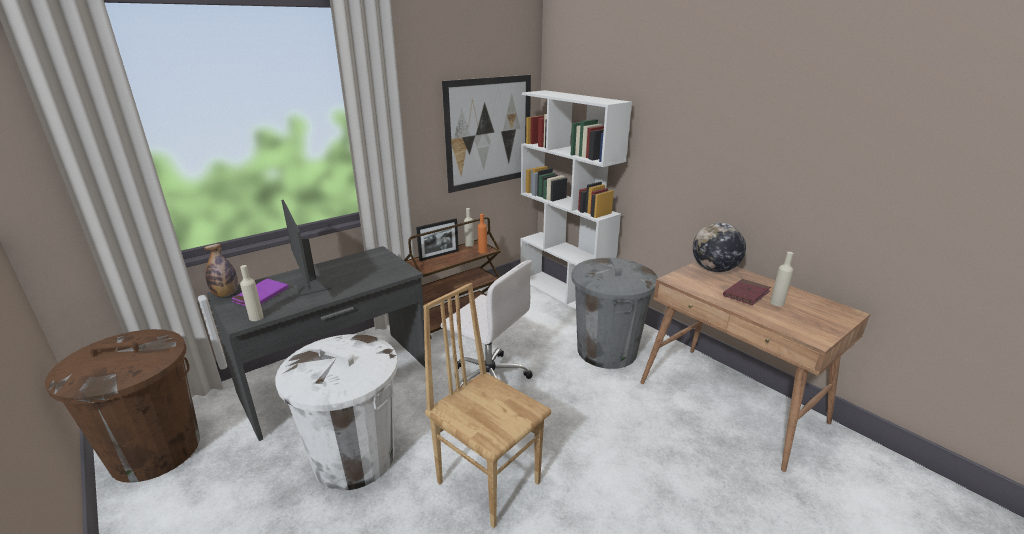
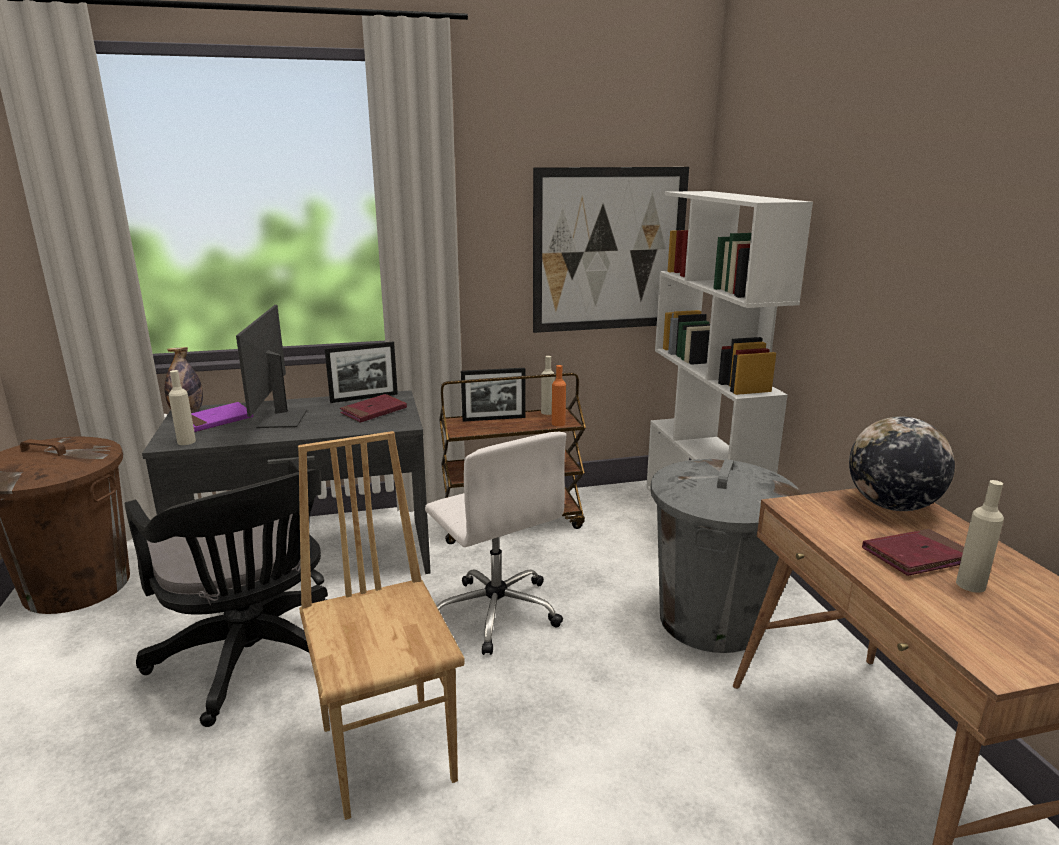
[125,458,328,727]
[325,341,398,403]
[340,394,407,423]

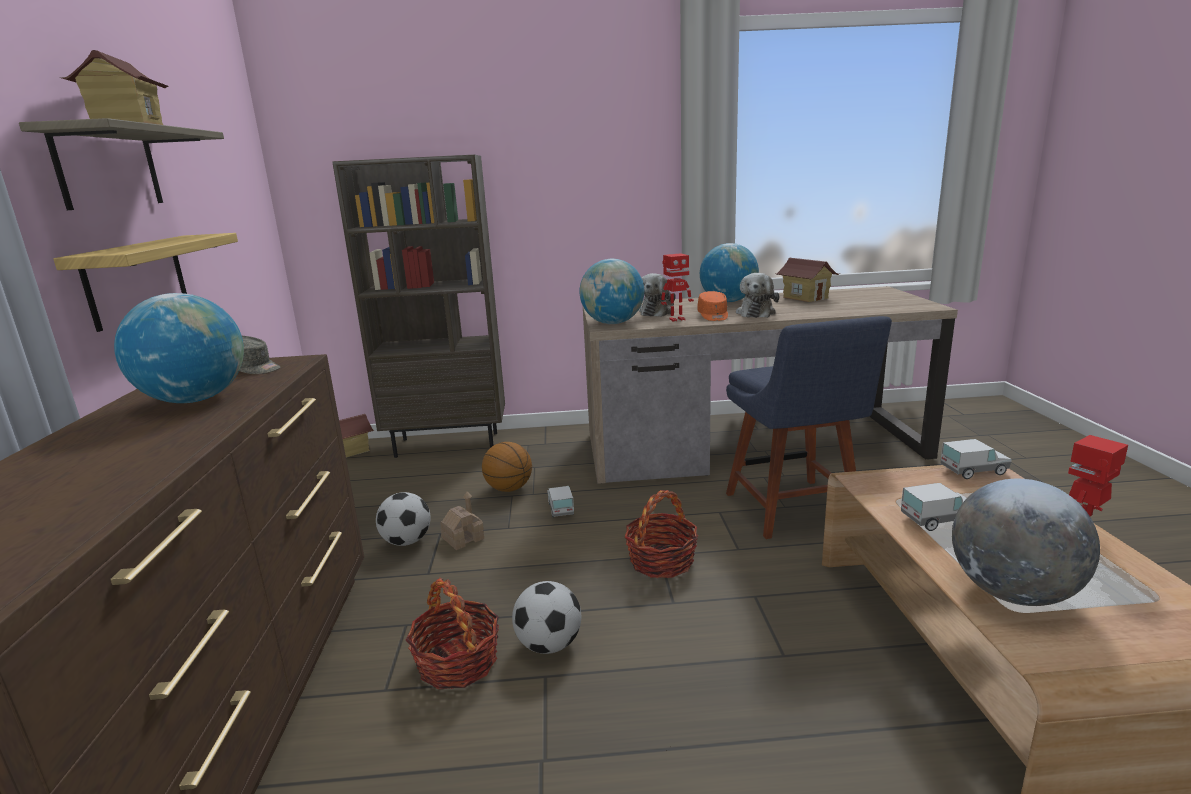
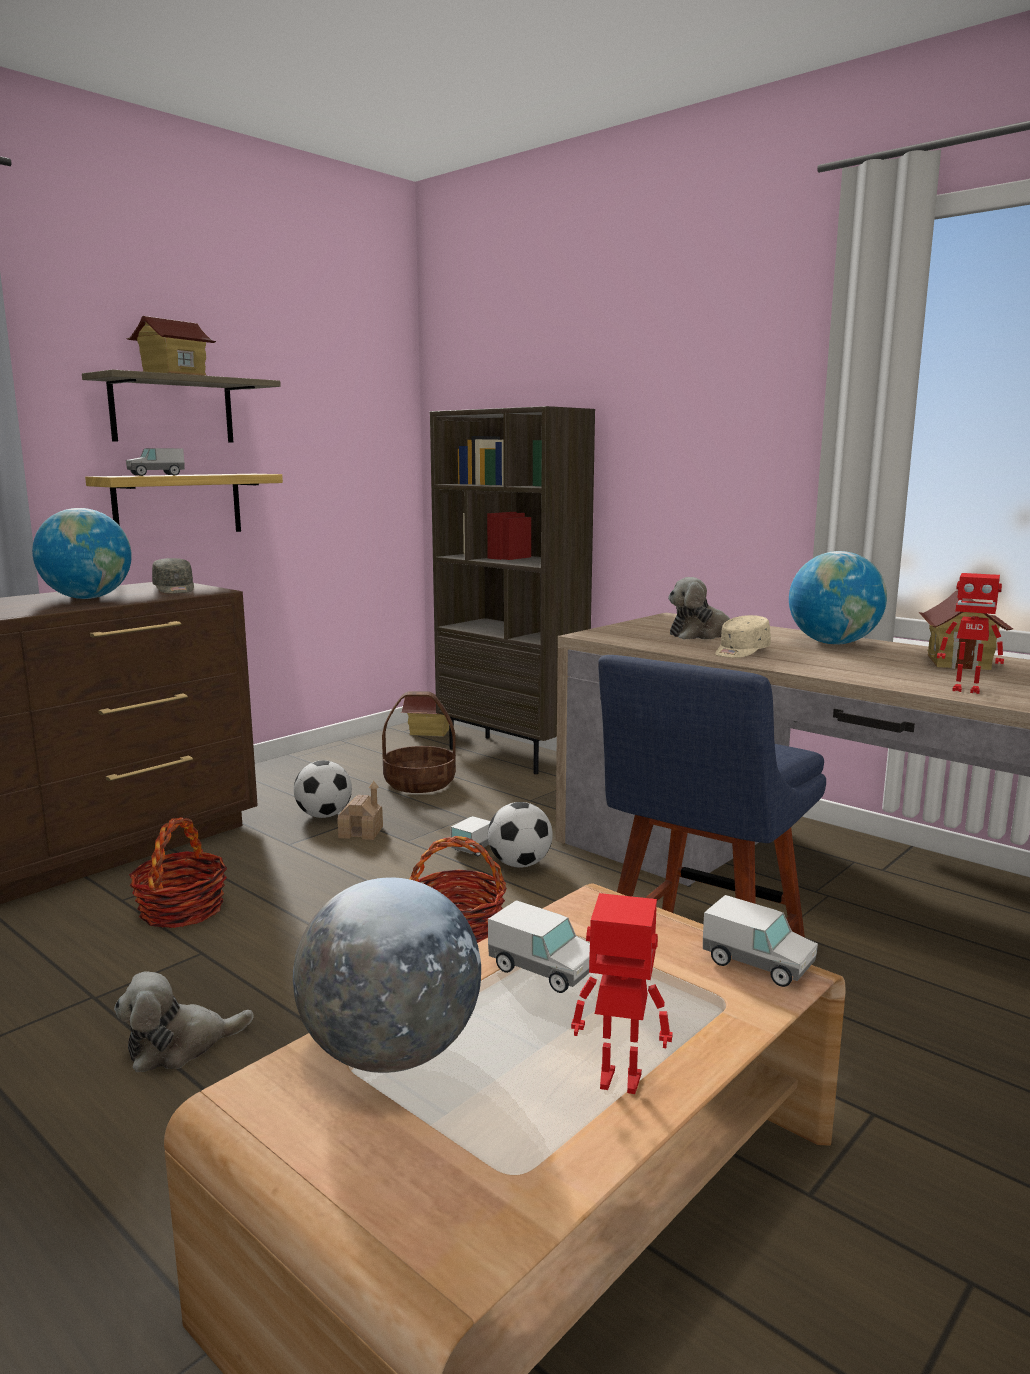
[937,573,1004,694]
[580,259,644,324] (first image)
[114,971,254,1072]
[715,615,771,658]
[482,442,532,492] (first image)
[488,802,553,868]
[126,448,185,476]
[382,691,456,793]

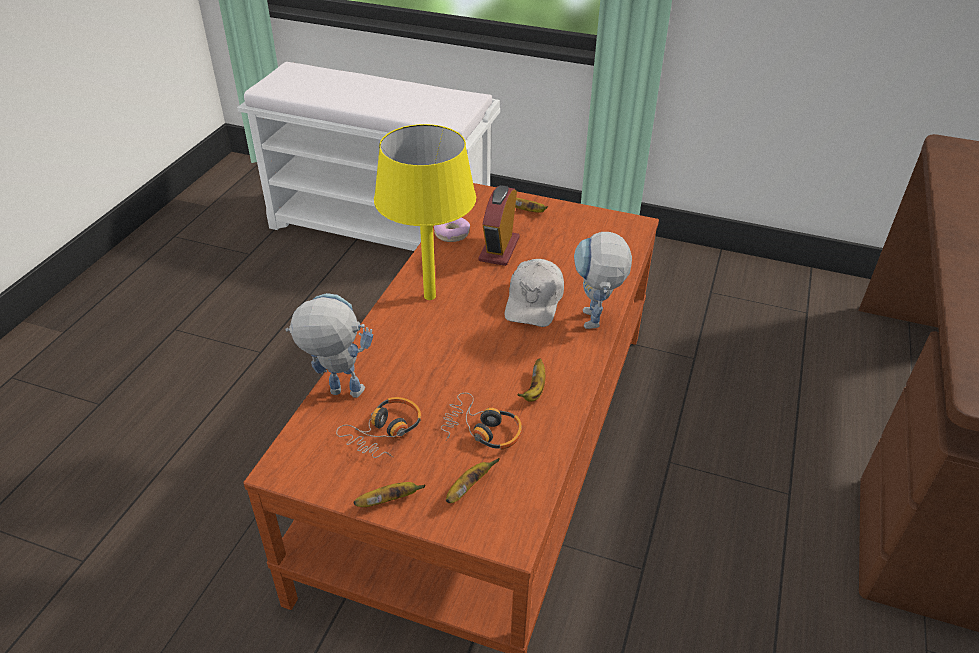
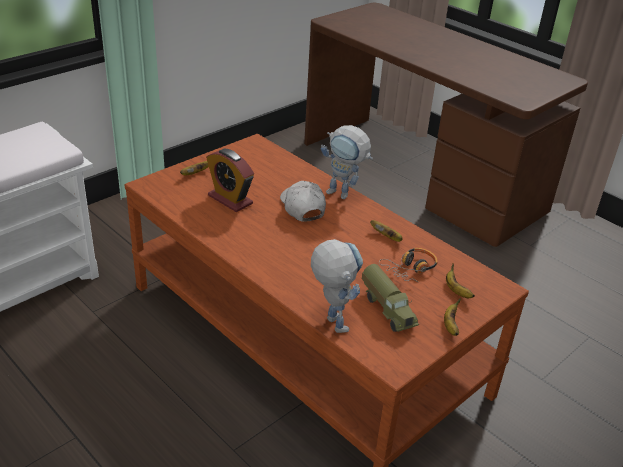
[374,124,476,300] (first image)
[434,218,470,242] (first image)
[280,181,326,222]
[311,239,363,333]
[362,264,419,332]

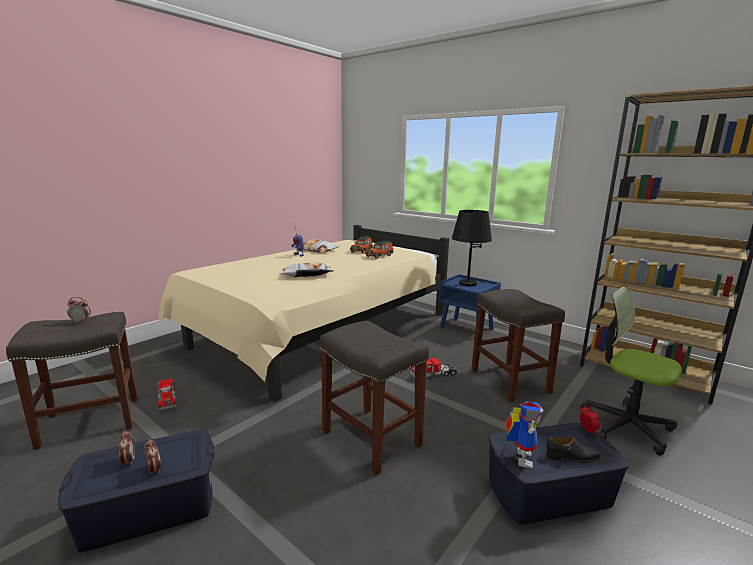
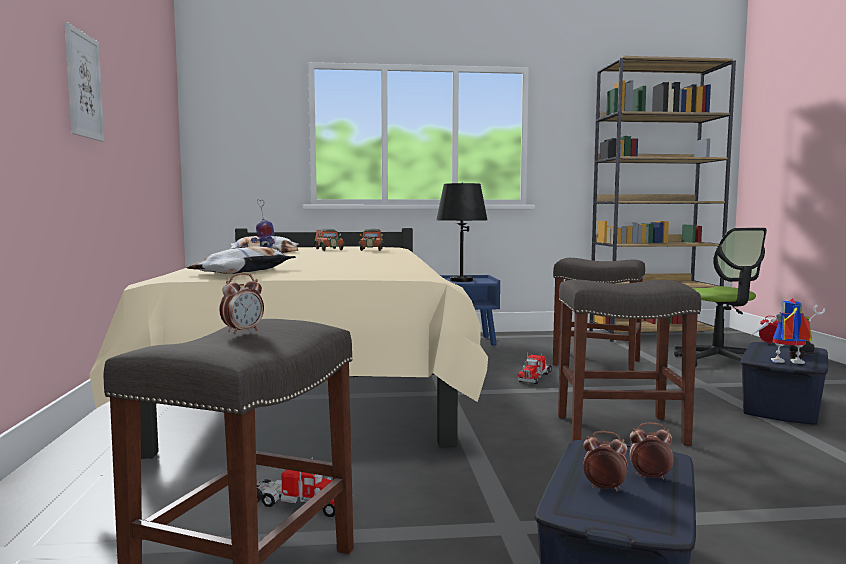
[187,246,296,274]
[674,228,767,368]
[752,298,826,364]
[64,22,104,142]

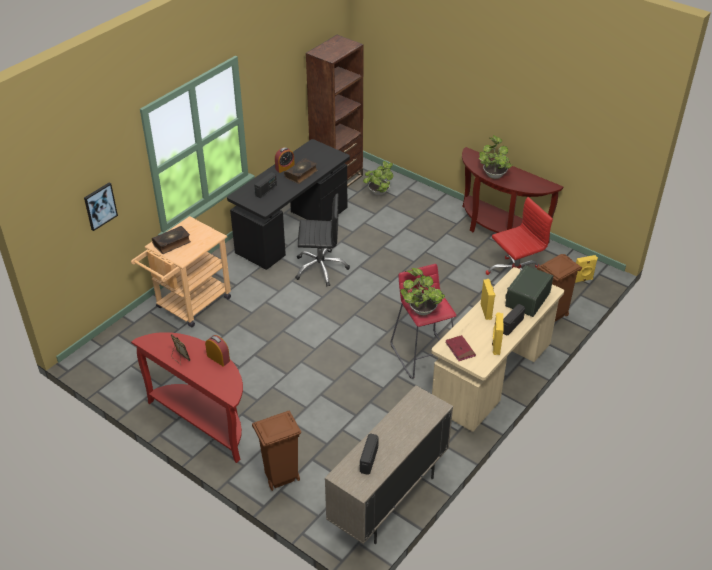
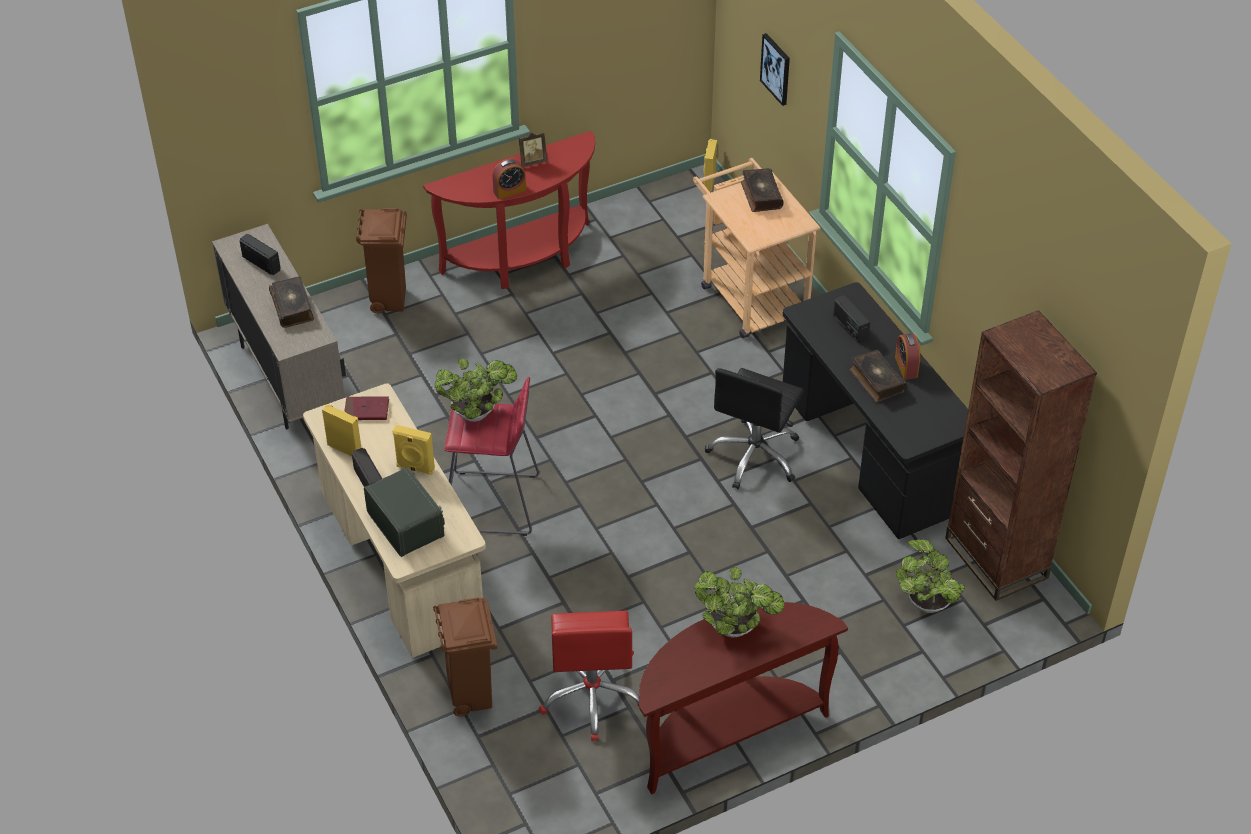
[704,139,717,192]
[269,276,314,328]

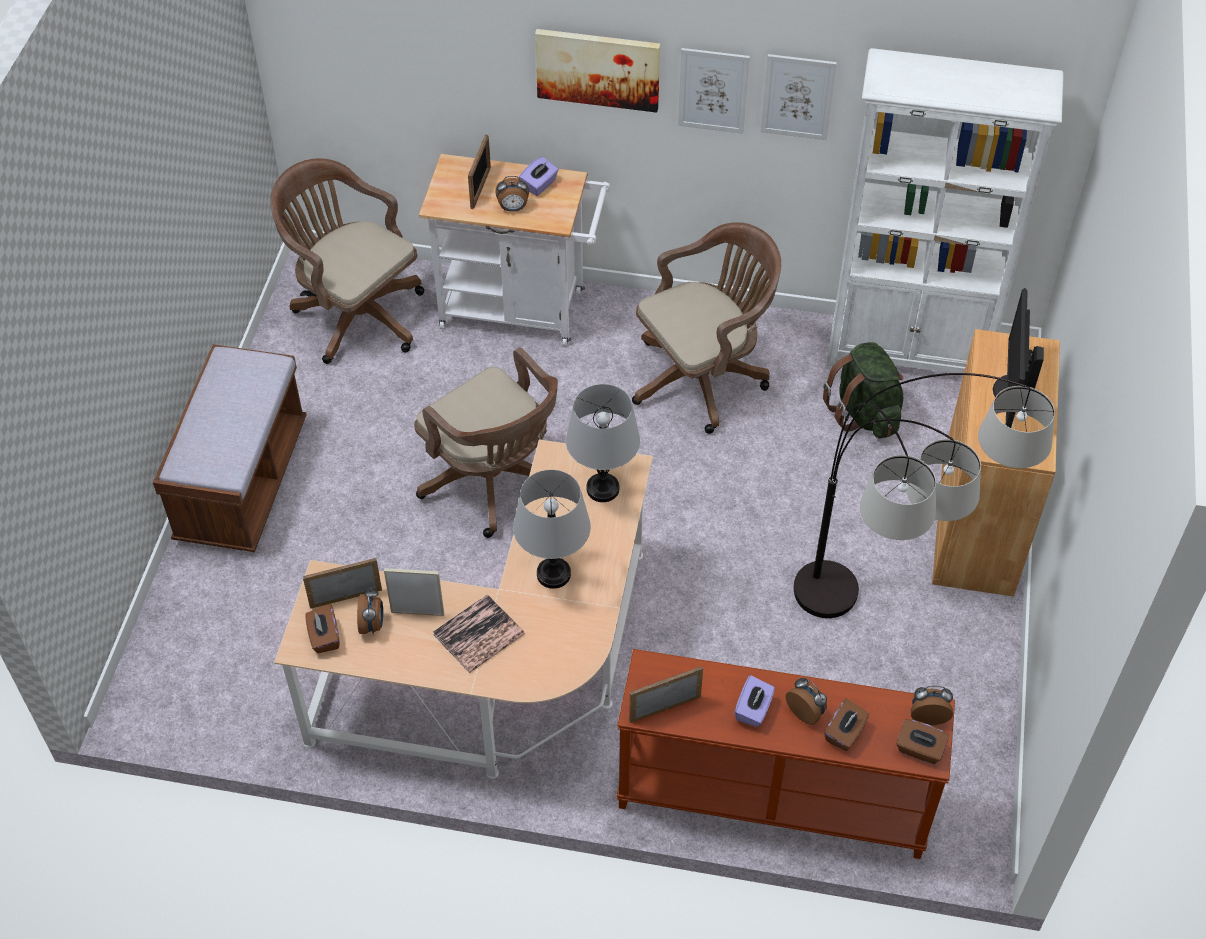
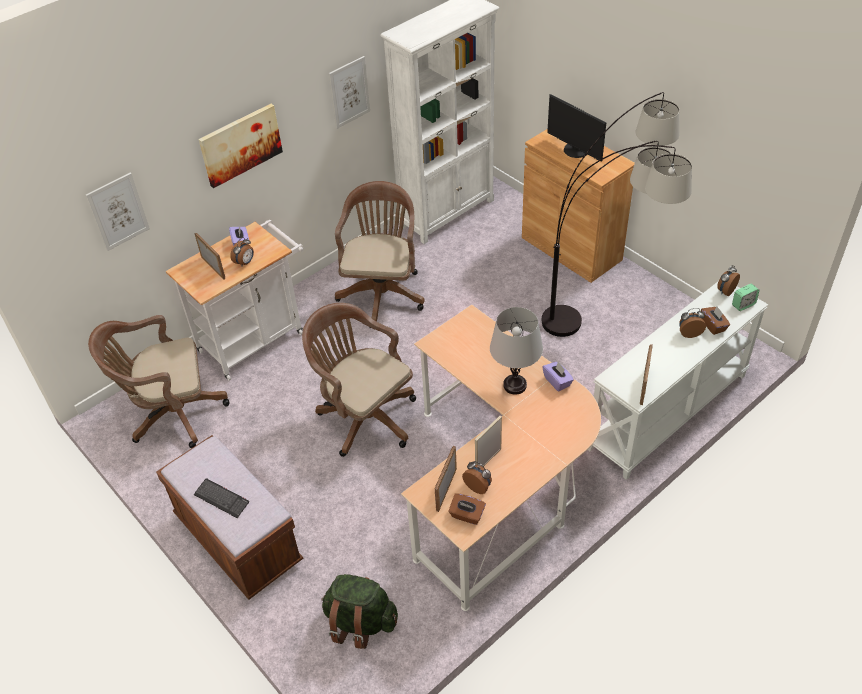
[86,173,150,251]
[321,574,398,649]
[302,303,416,457]
[566,384,640,502] (first image)
[433,594,525,673] (first image)
[588,282,768,480]
[543,362,574,392]
[732,284,759,311]
[194,478,249,518]

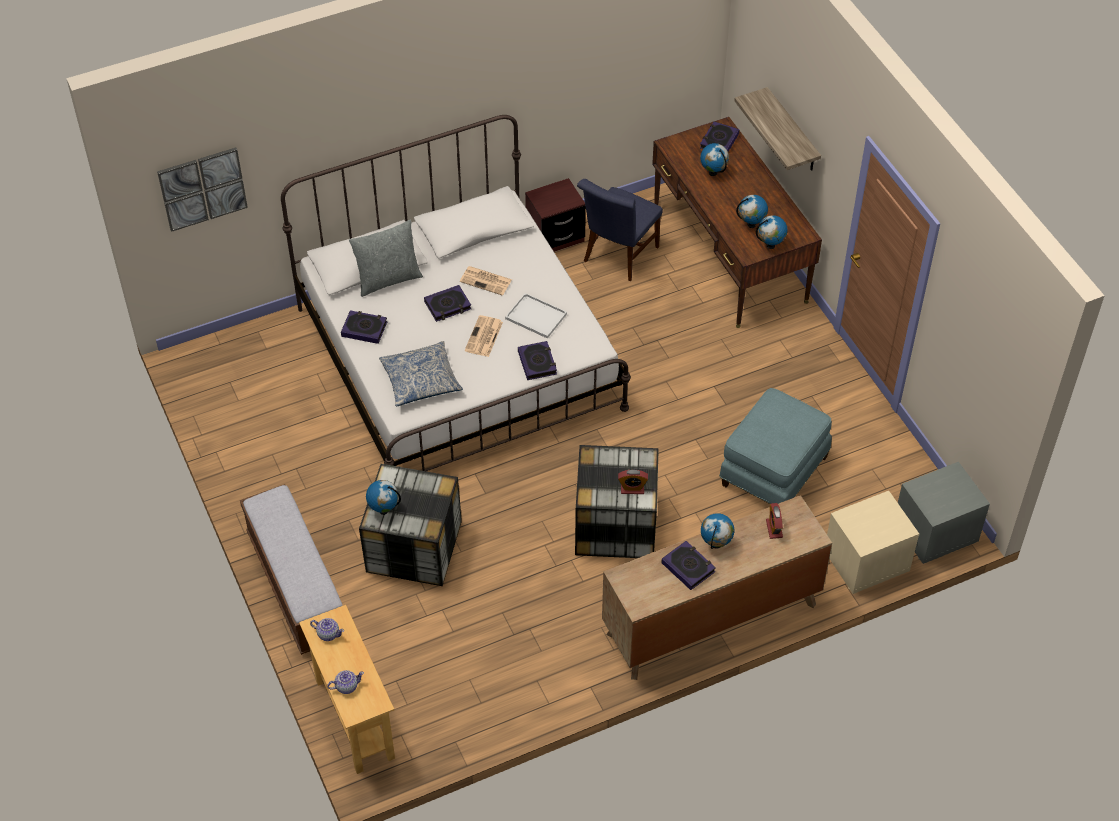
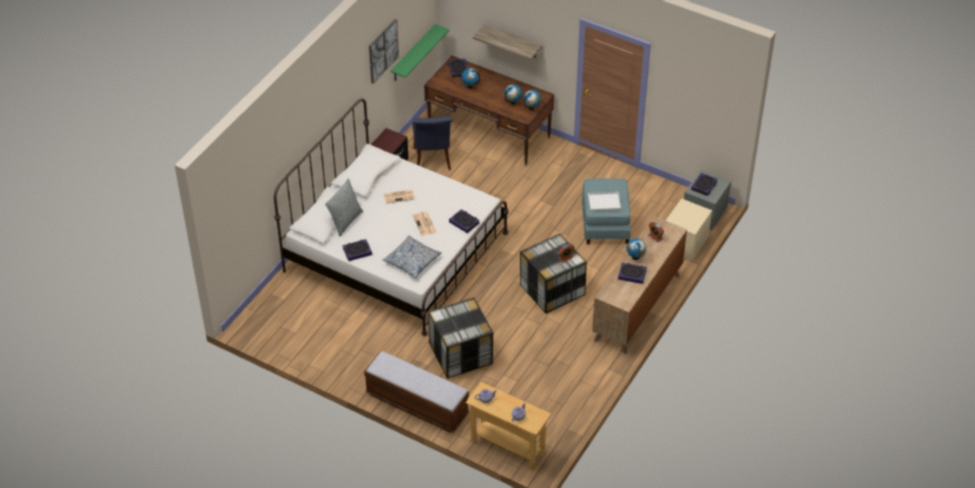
[369,19,399,84]
[691,173,718,196]
[588,192,621,211]
[366,480,401,515] (first image)
[391,24,450,81]

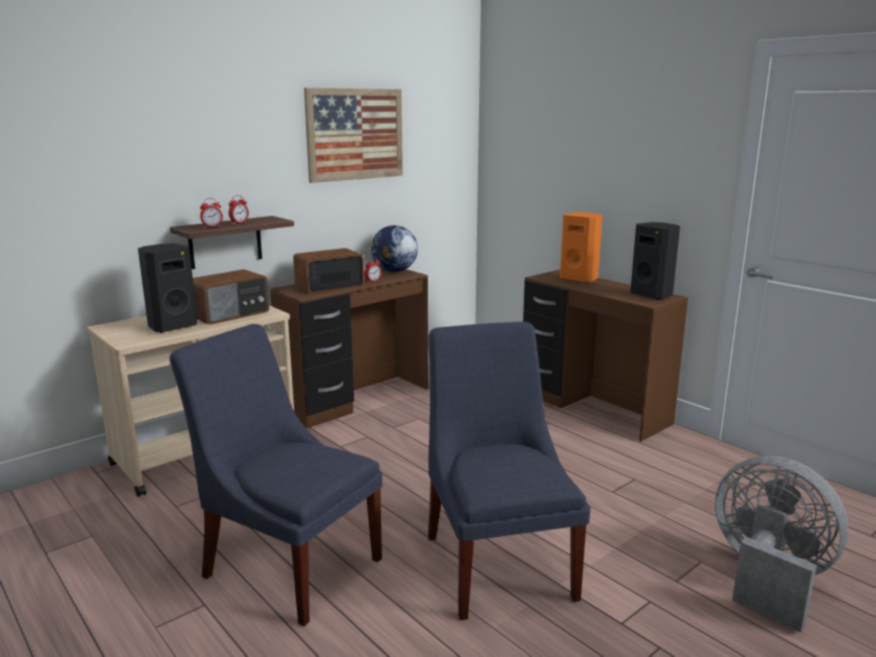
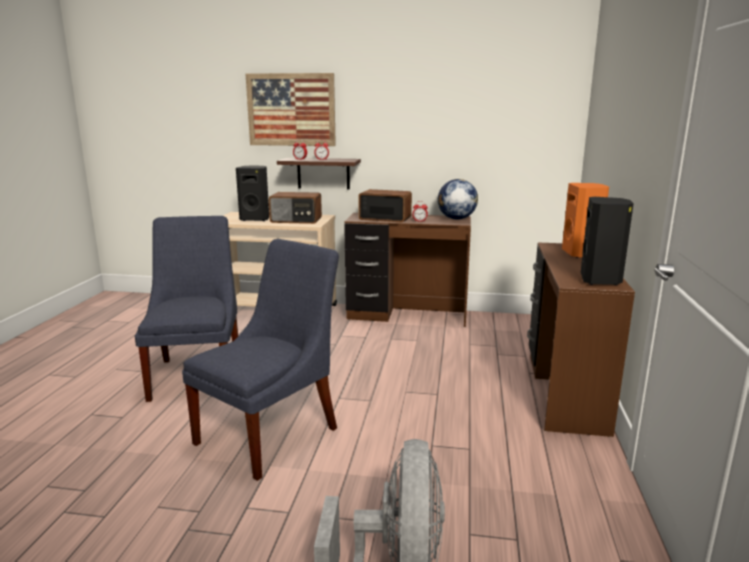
[245,73,336,146]

